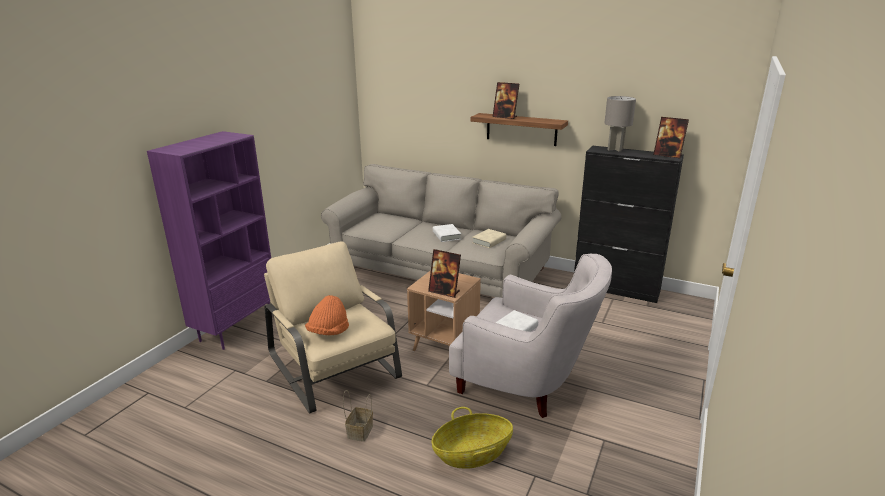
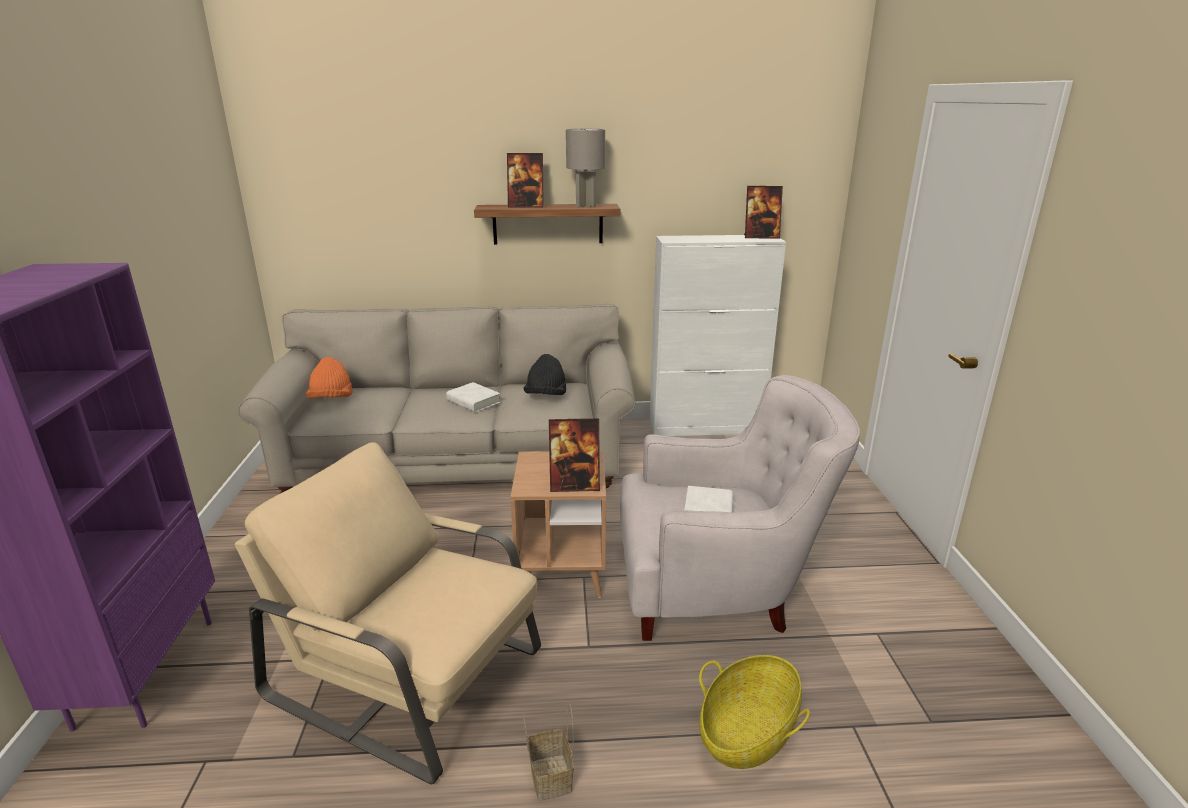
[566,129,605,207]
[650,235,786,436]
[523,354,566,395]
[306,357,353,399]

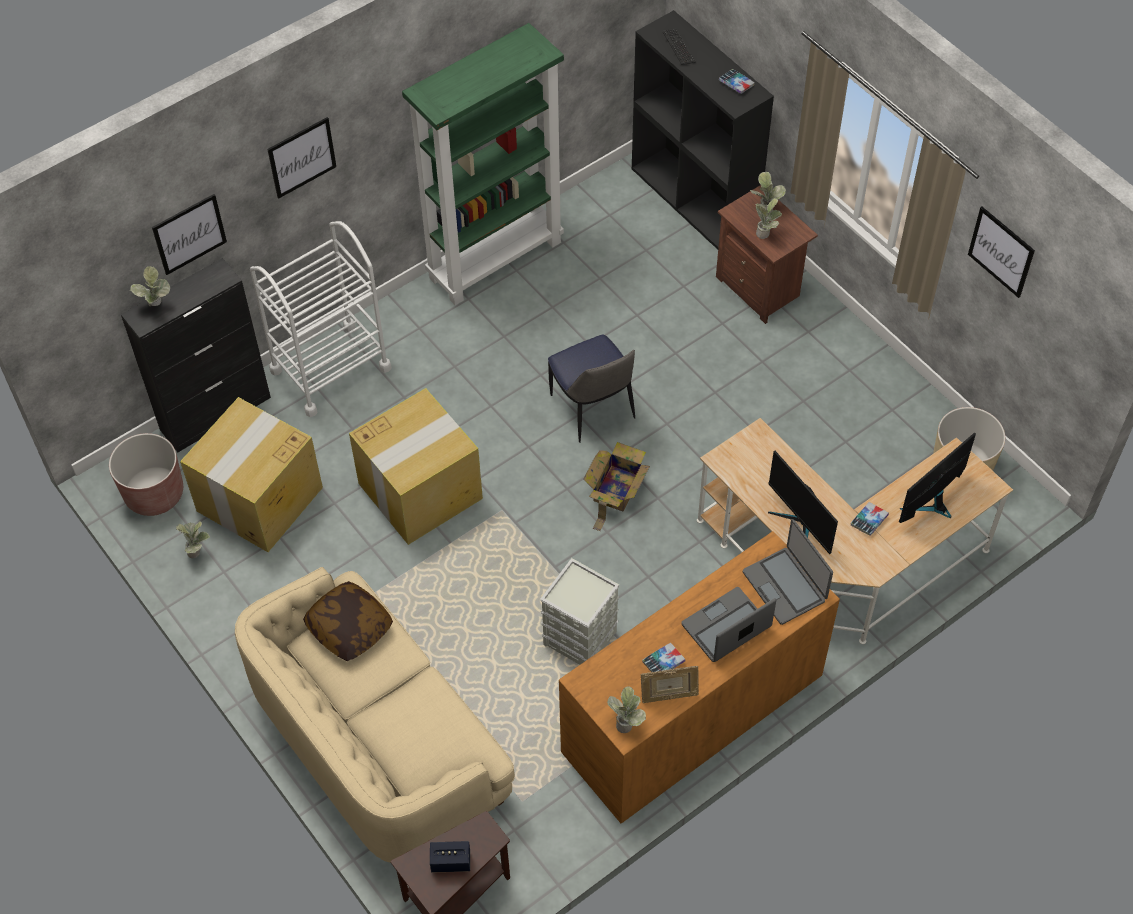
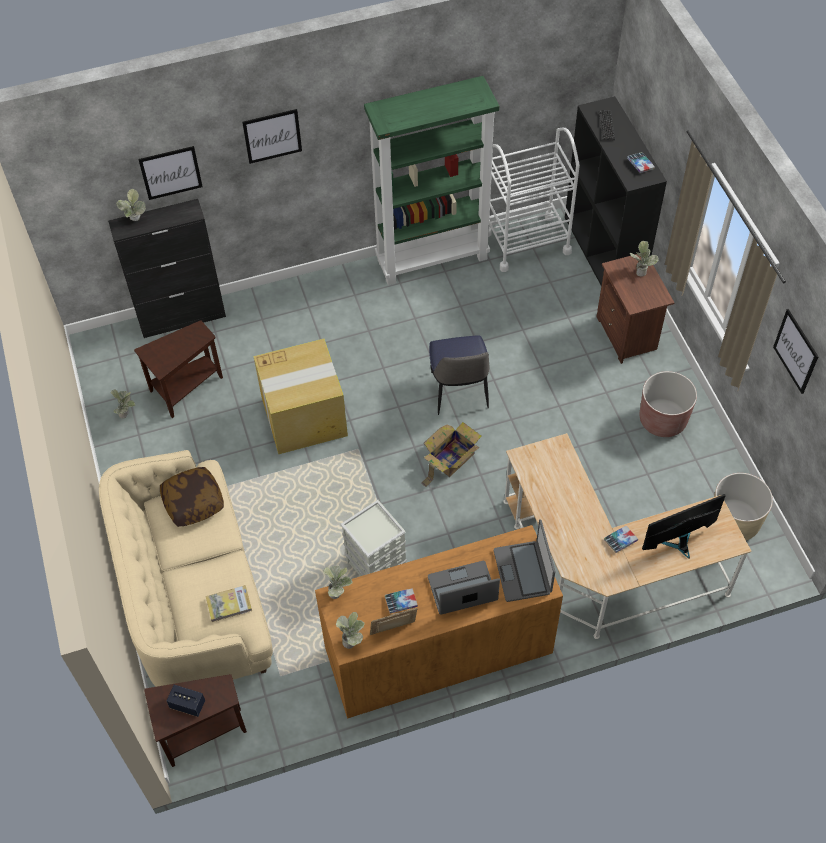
[323,566,353,599]
[488,128,580,272]
[134,320,223,418]
[640,371,697,437]
[768,451,838,554] (first image)
[370,608,418,635]
[206,585,252,622]

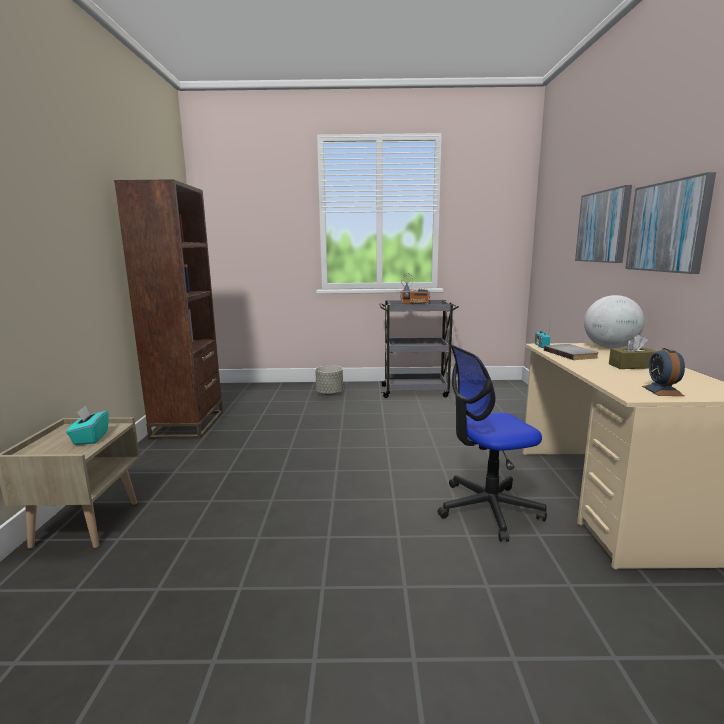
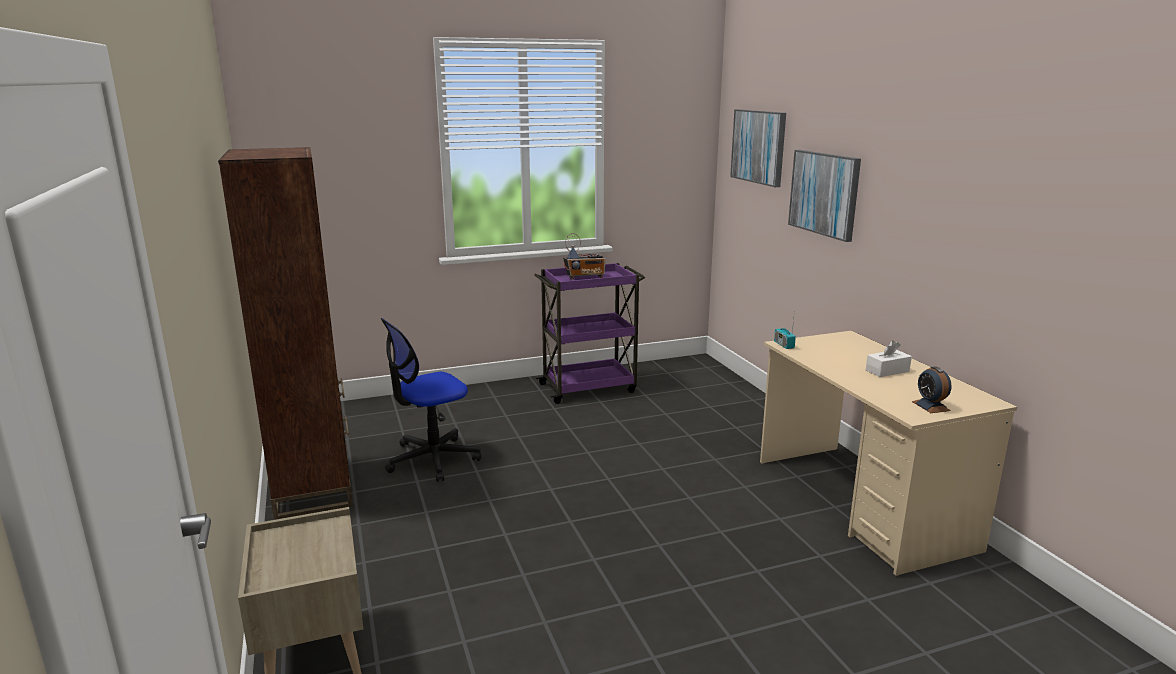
[730,109,786,187]
[584,295,644,348] (first image)
[534,263,645,404]
[866,340,912,377]
[544,344,599,360] (first image)
[381,318,481,482]
[315,365,343,395] (first image)
[66,406,108,445] (first image)

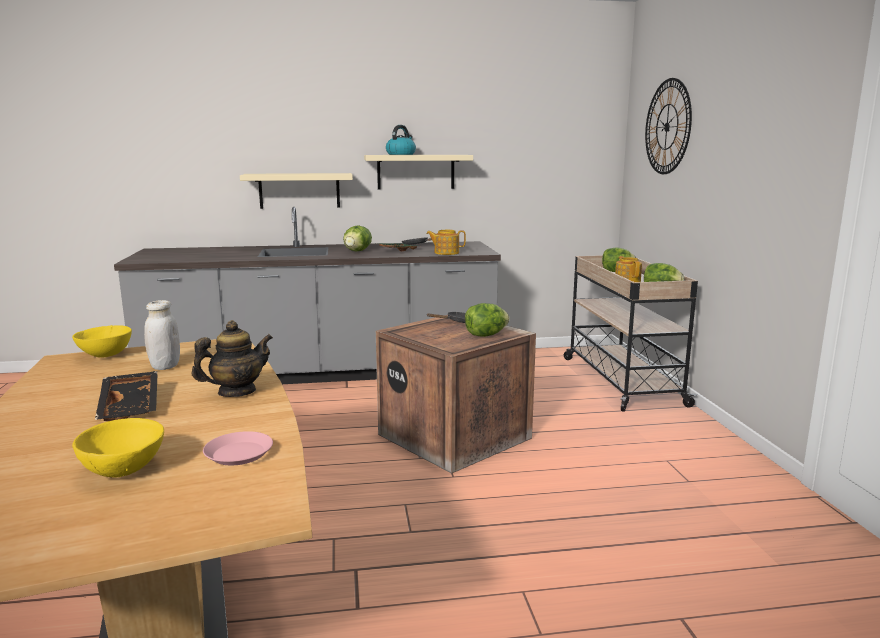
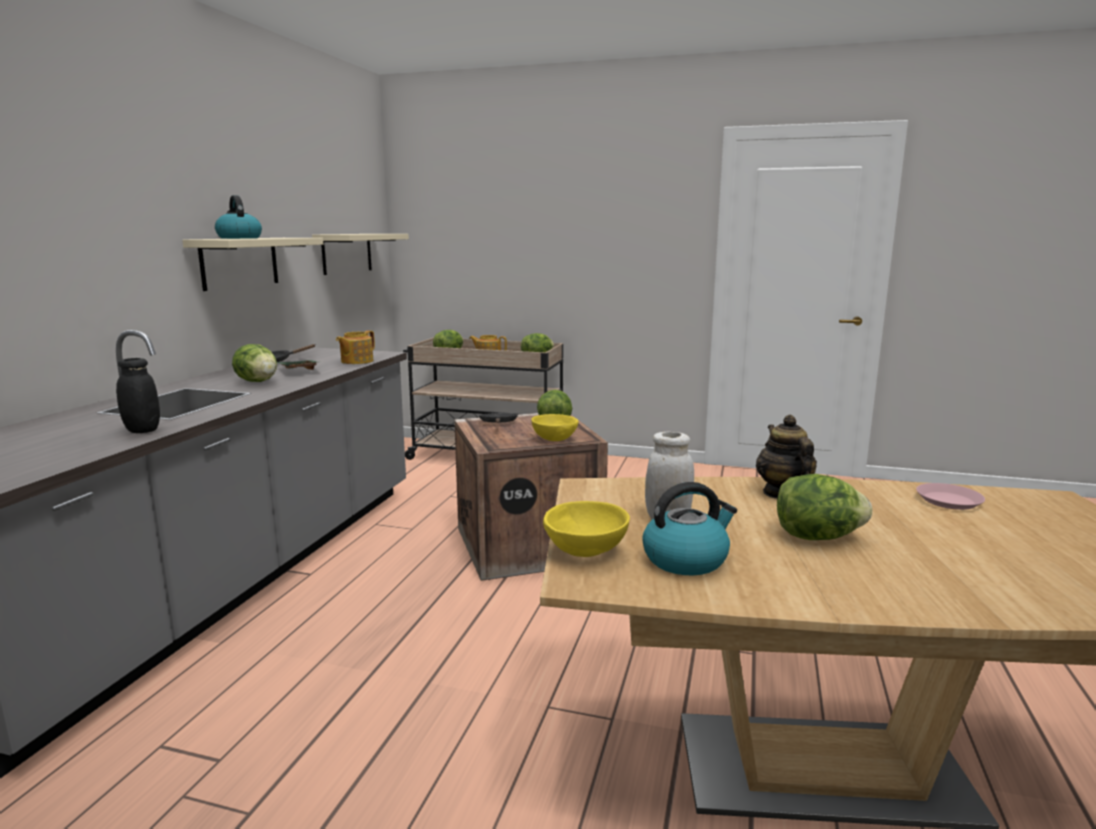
[645,78,692,174] (first image)
[312,234,409,275]
[777,474,872,540]
[531,414,578,441]
[116,358,160,433]
[642,482,737,575]

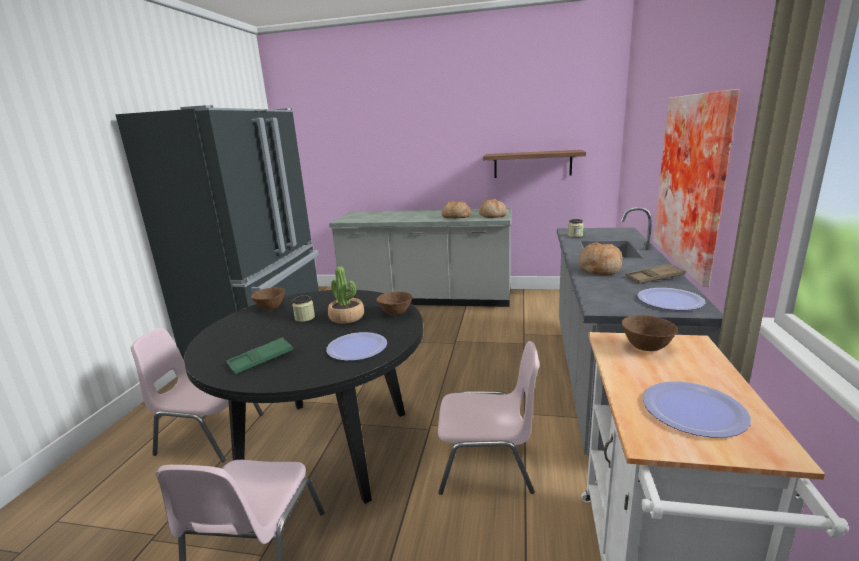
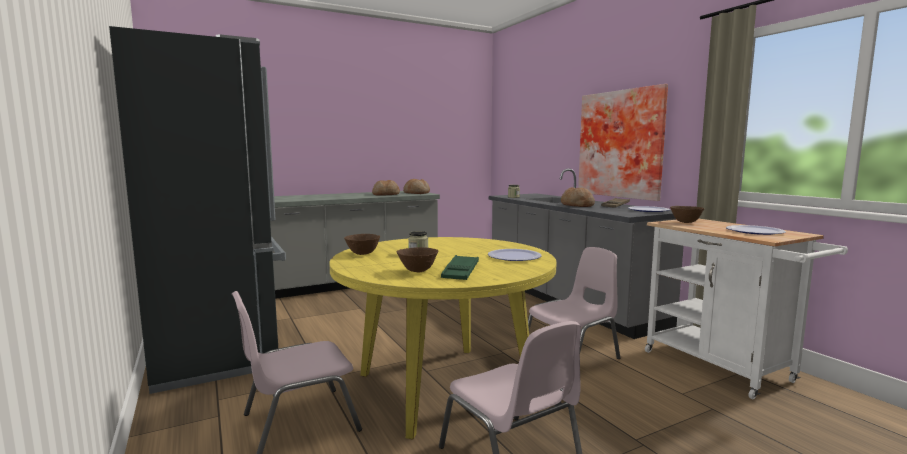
[483,150,586,178] (first image)
[328,266,364,324] (first image)
[329,237,557,440]
[397,247,438,272]

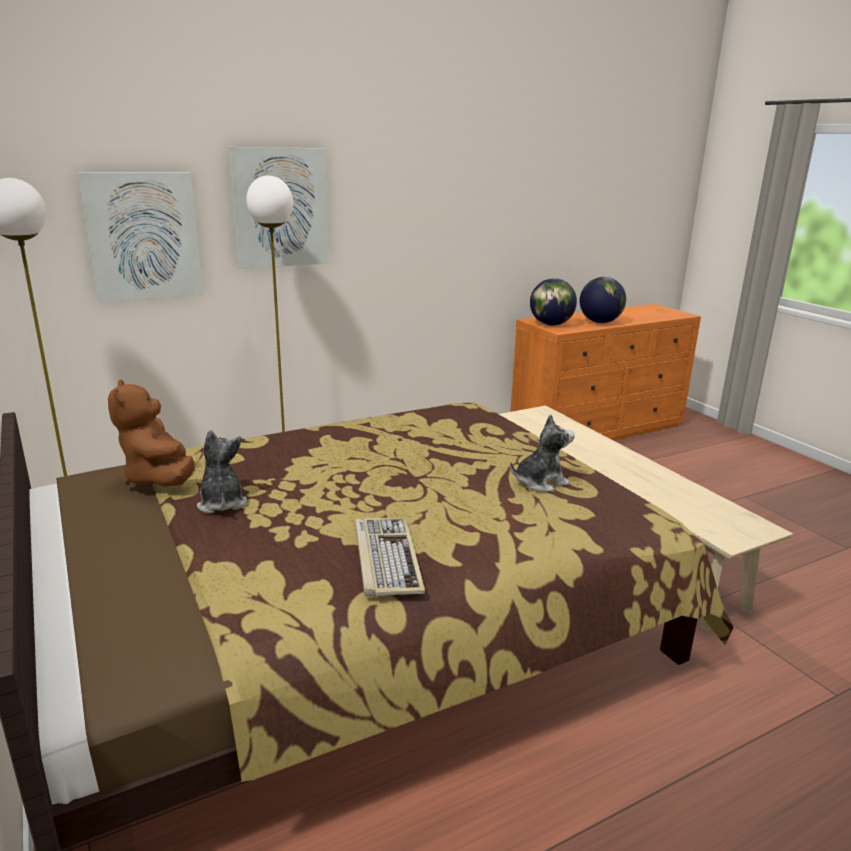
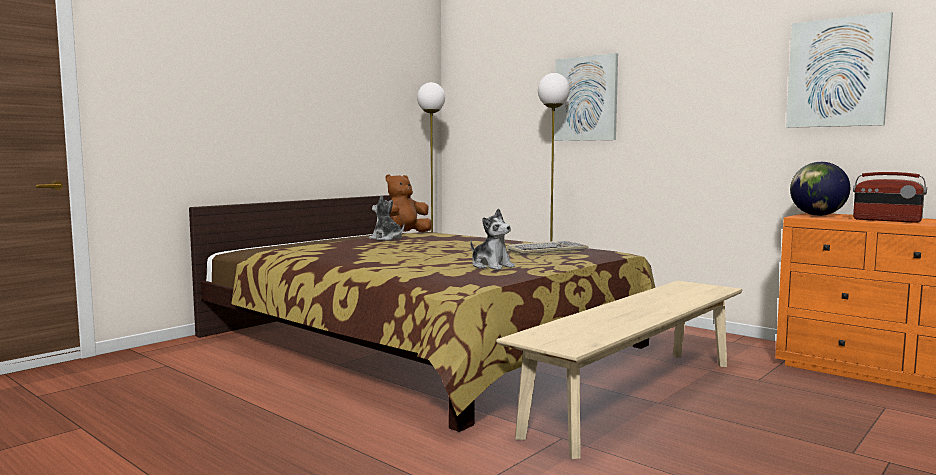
[786,12,893,128]
[853,172,927,223]
[369,195,404,241]
[507,241,588,254]

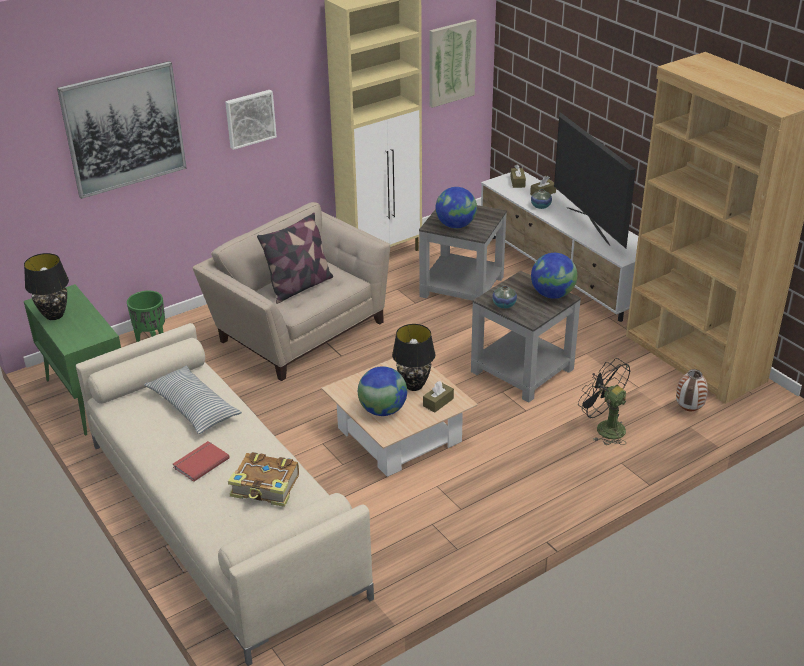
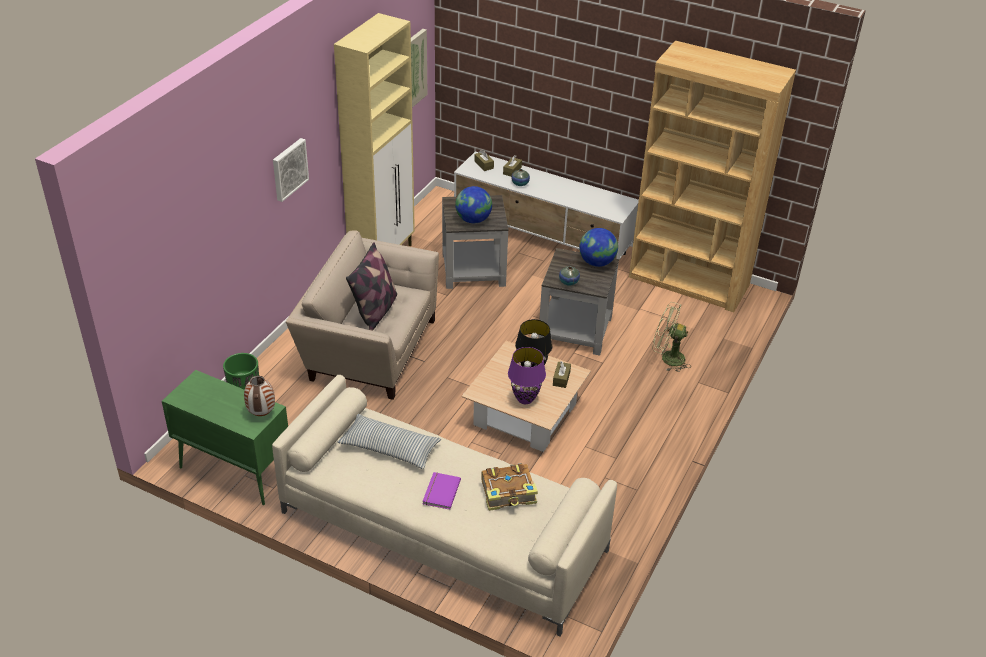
[57,61,187,199] (first image)
[554,112,636,248] (first image)
[24,253,69,320] (first image)
[652,302,691,372]
[508,347,546,404]
[244,376,275,416]
[423,472,461,510]

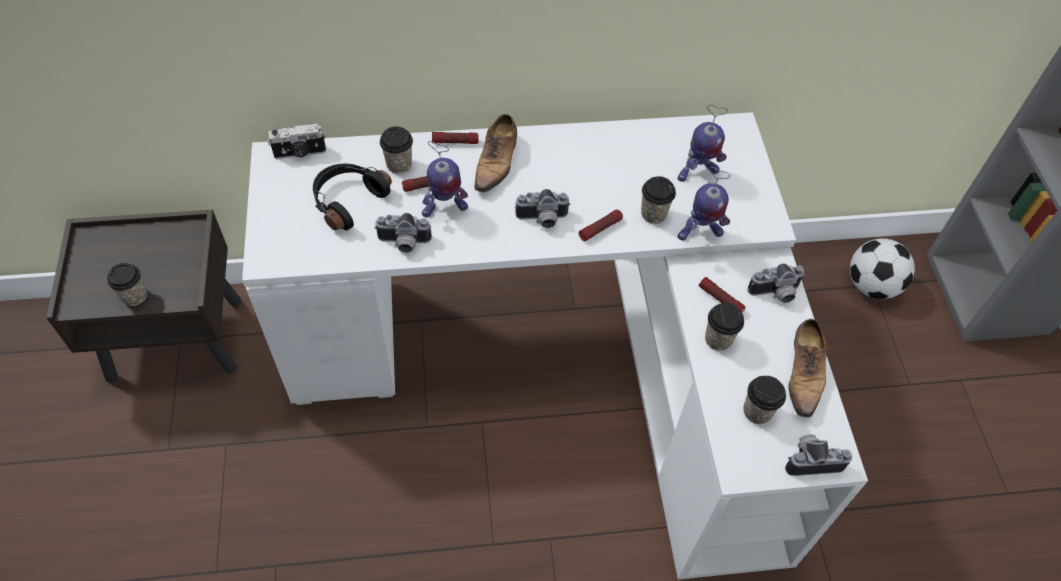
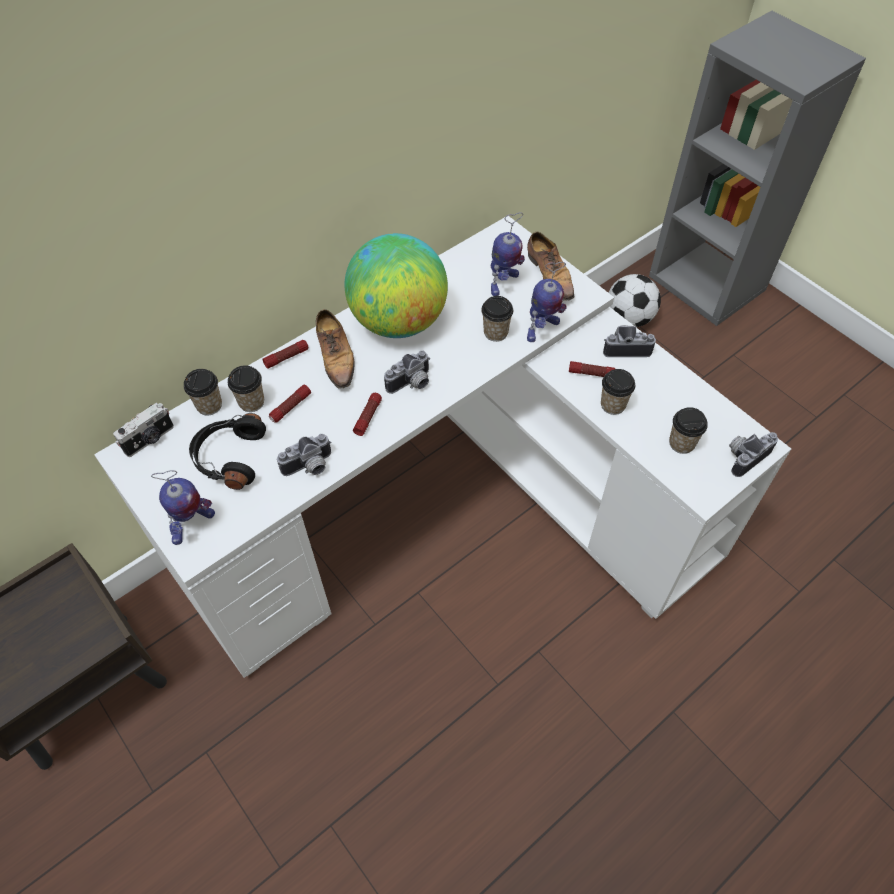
[151,470,215,545]
[353,393,382,436]
[184,369,222,416]
[603,325,656,357]
[527,232,574,301]
[344,233,448,338]

